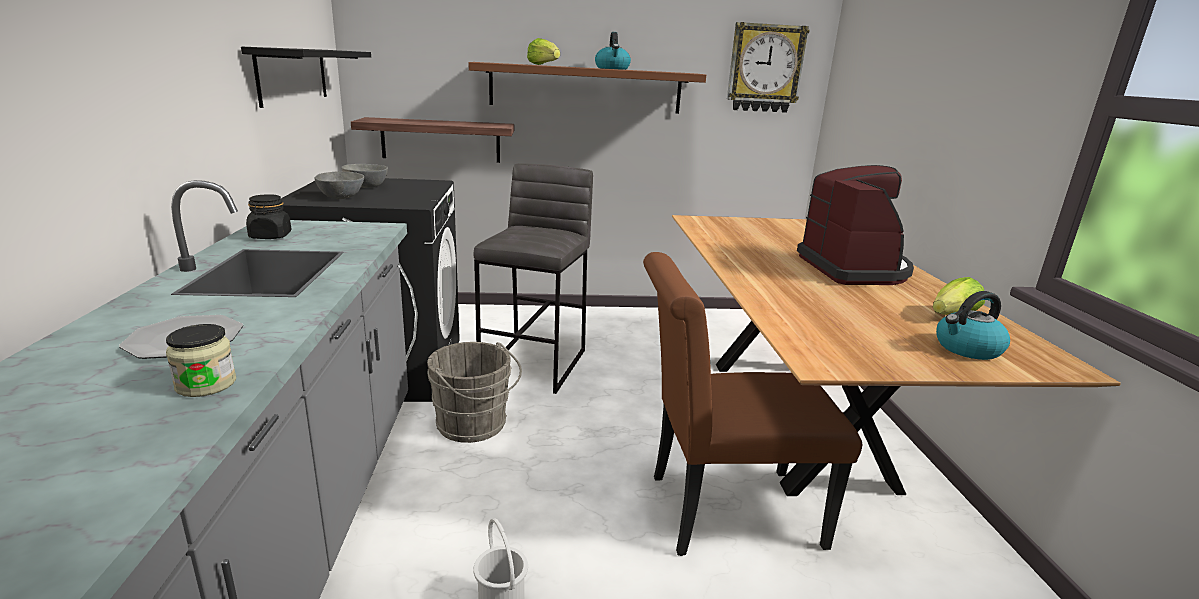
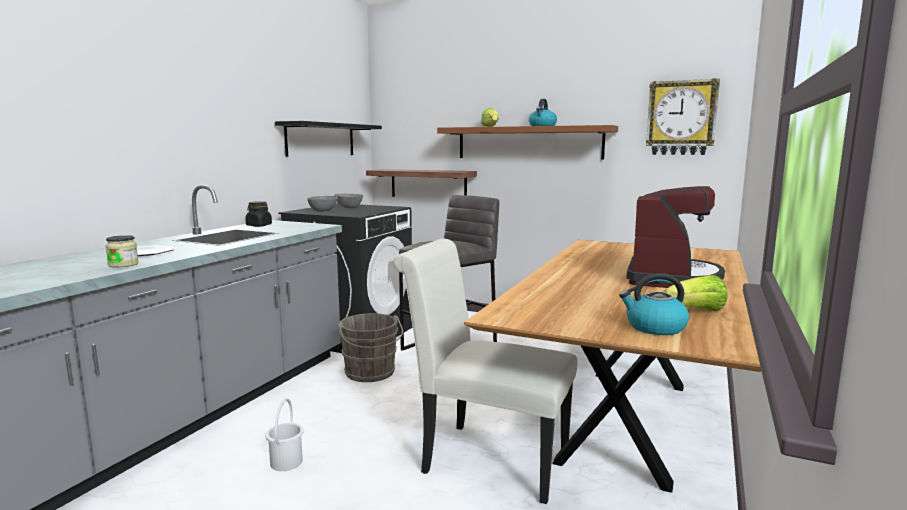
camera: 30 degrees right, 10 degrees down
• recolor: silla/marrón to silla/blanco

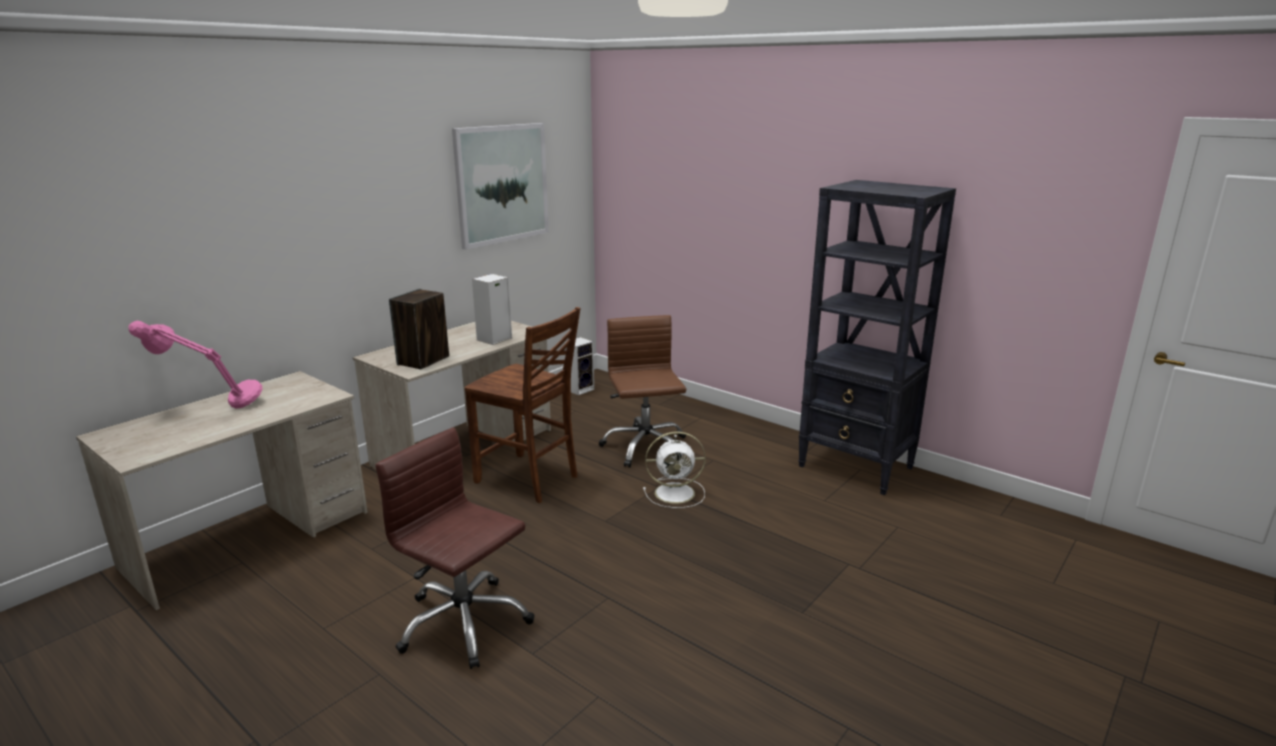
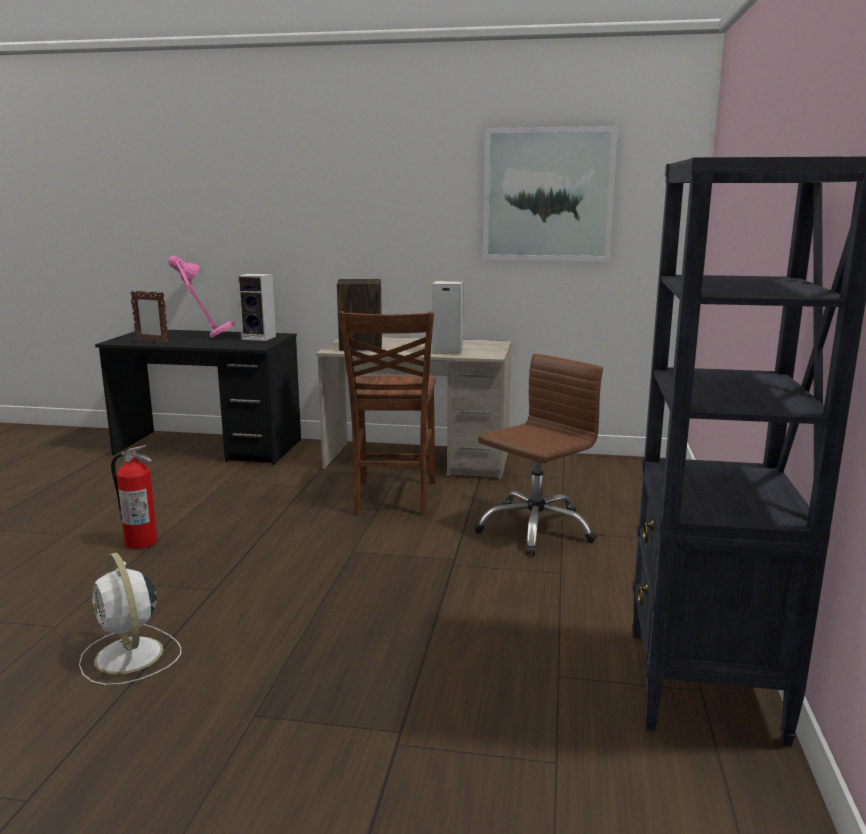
camera: 60 degrees right, 5 degrees down
• move: ventilador/blanco
• recolor: escritorio/beis (1st from left) to escritorio/negro
• replace: silla de oficina/marrón (1st from left) to extintor
• insert: portarretratos
• move: altavoz (3rd from left in the first image) to altavoz (1st from left)

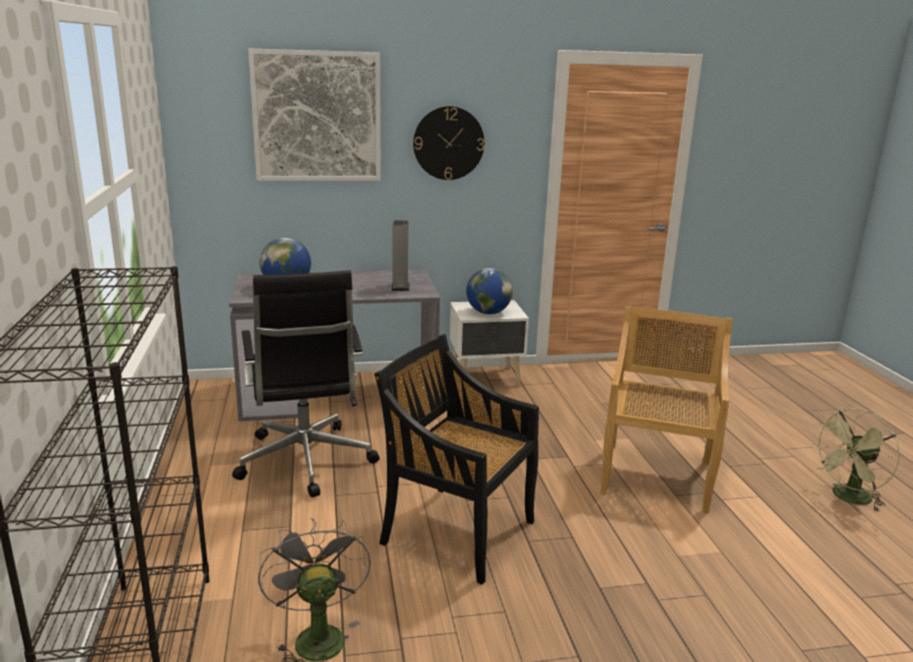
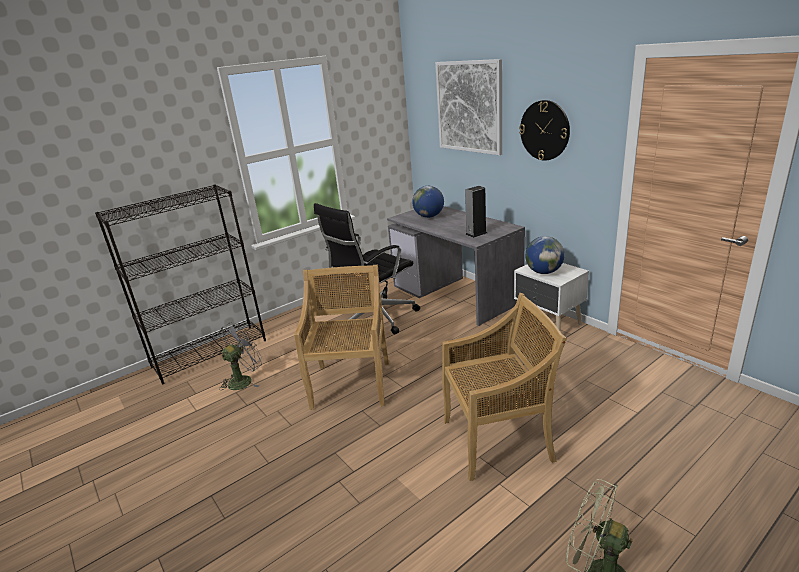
camera: 65 degrees right, 5 degrees up
• recolor: silla/negro to silla/beis (1st from left)

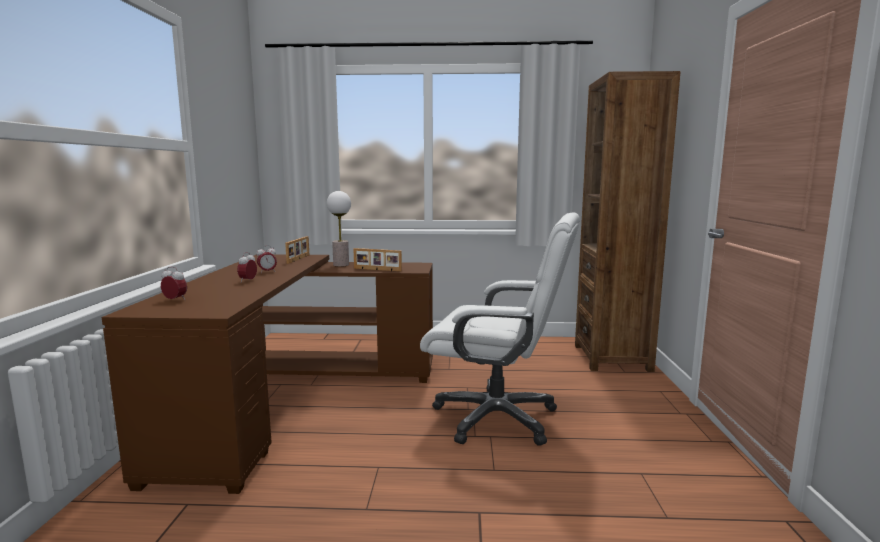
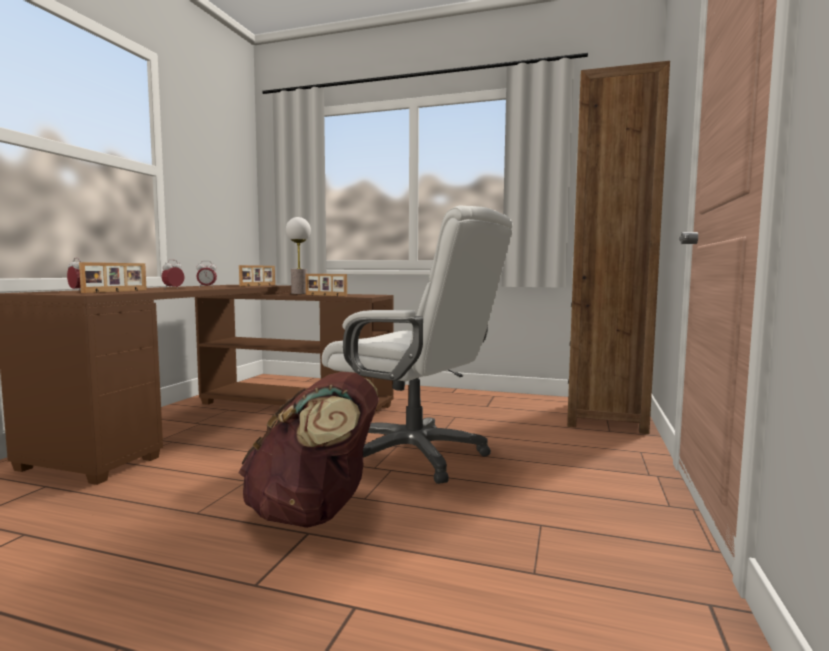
camera: 15 degrees right, 5 degrees down
• insert: portarretratos (1st from left)
• insert: mochila/marrón

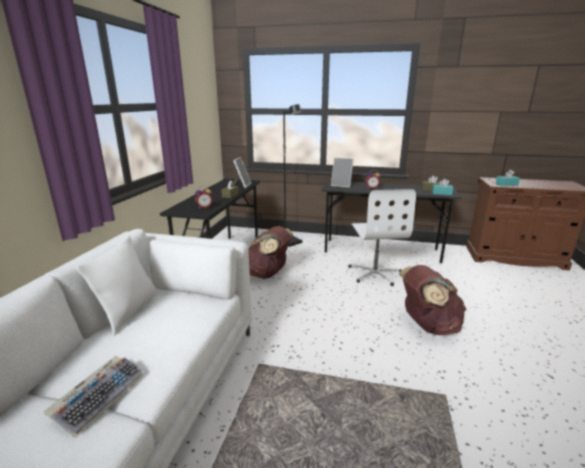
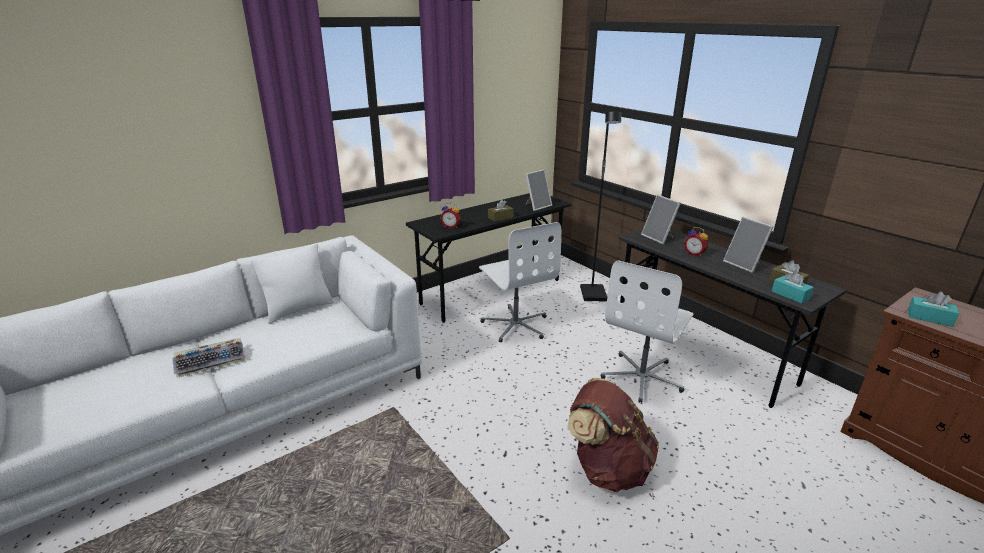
camera: 40 degrees right, 5 degrees up
• replace: mochila/marrón (1st from left) to silla de oficina/blanco (1st from left)
• insert: portarretratos (3rd from left)

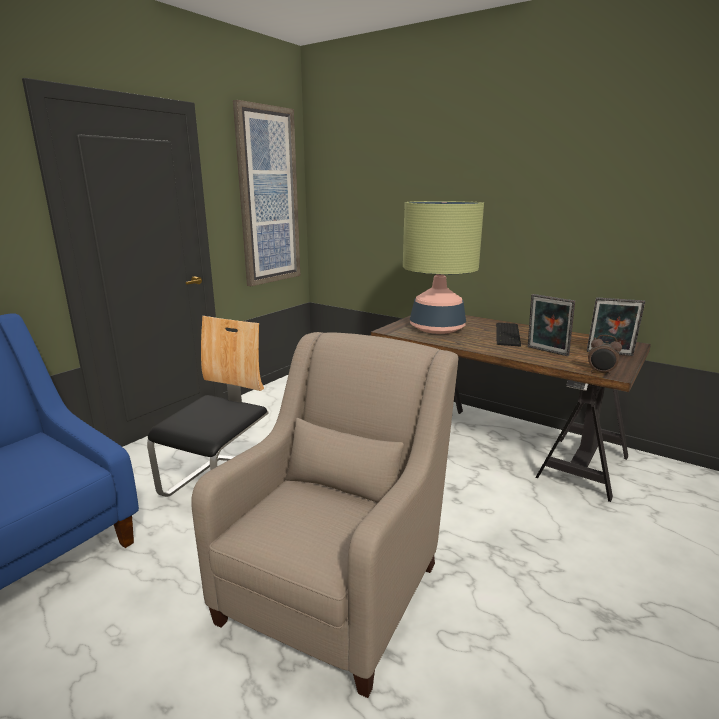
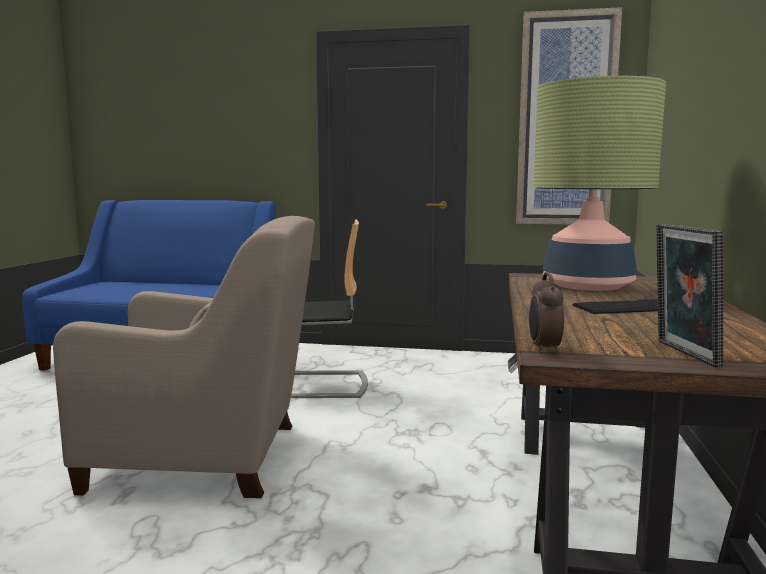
camera: 65 degrees right, 10 degrees down
• delete: portarretratos (1st from left)

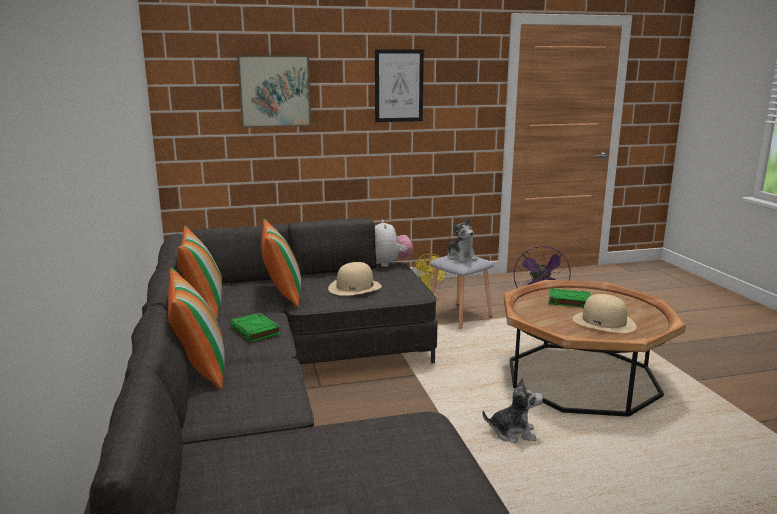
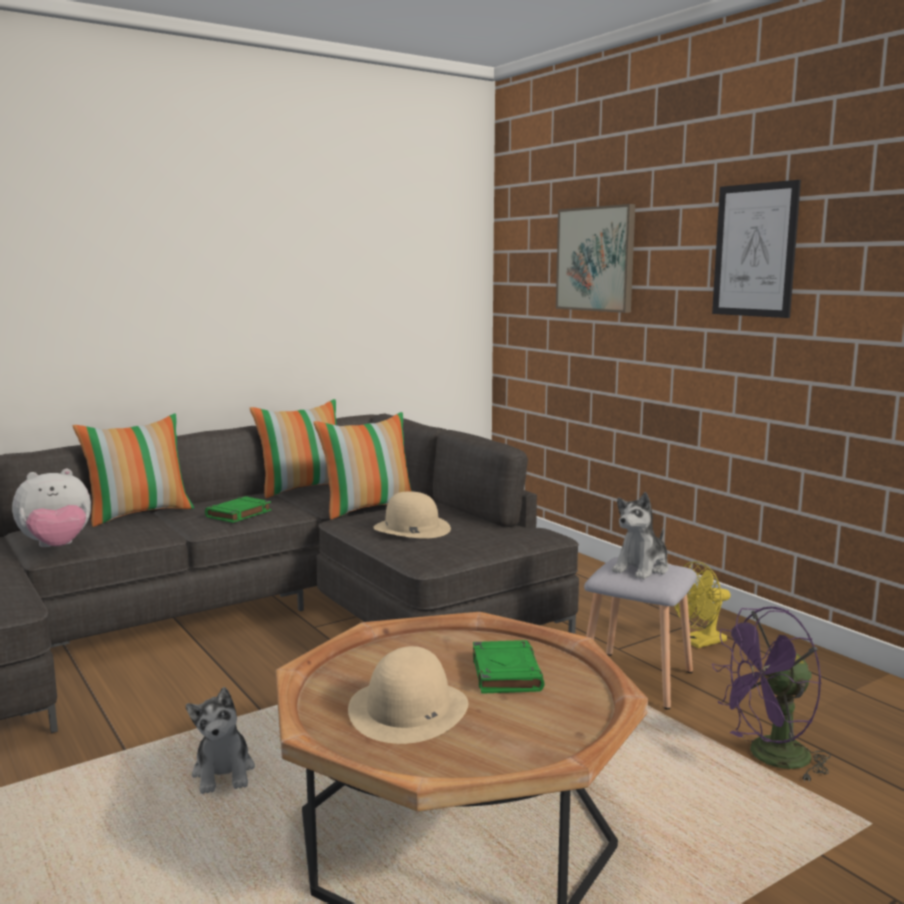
camera: 70 degrees right, 5 degrees down
• move: peluche (1st from left)

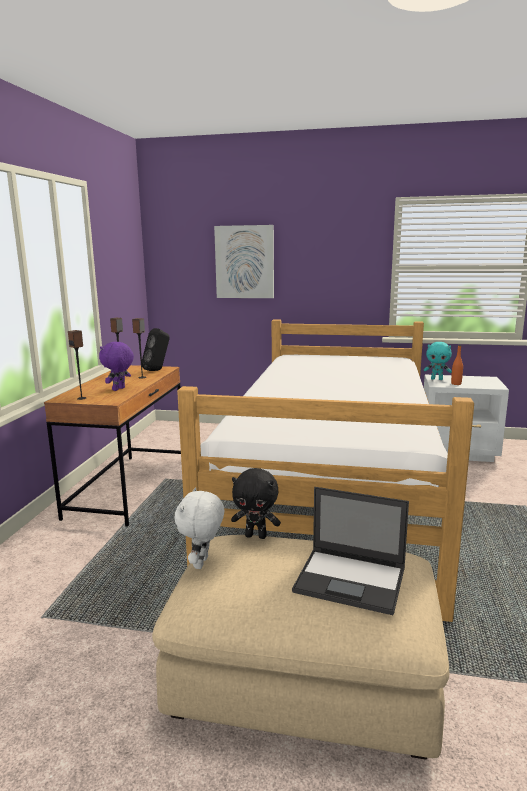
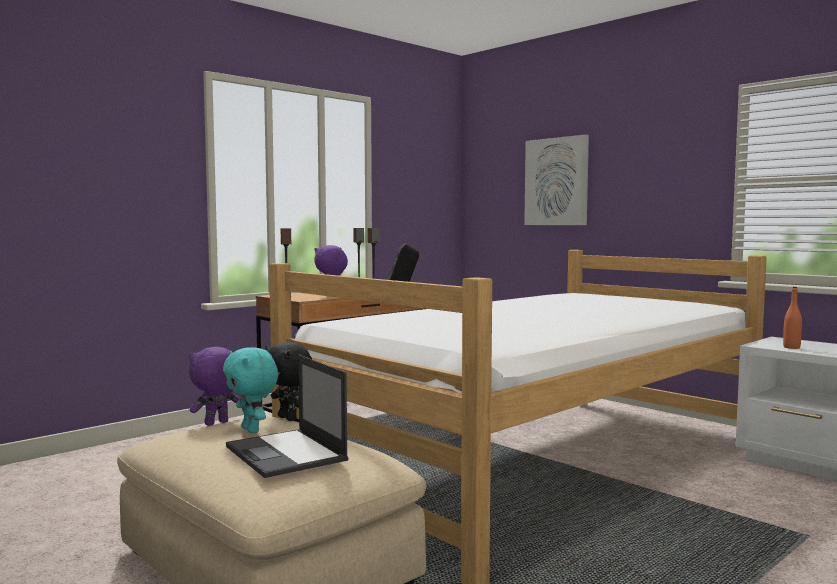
camera: 35 degrees right, 10 degrees down
• recolor: peluche/blanco to peluche/morado (1st from left)
• move: peluche/turquesa

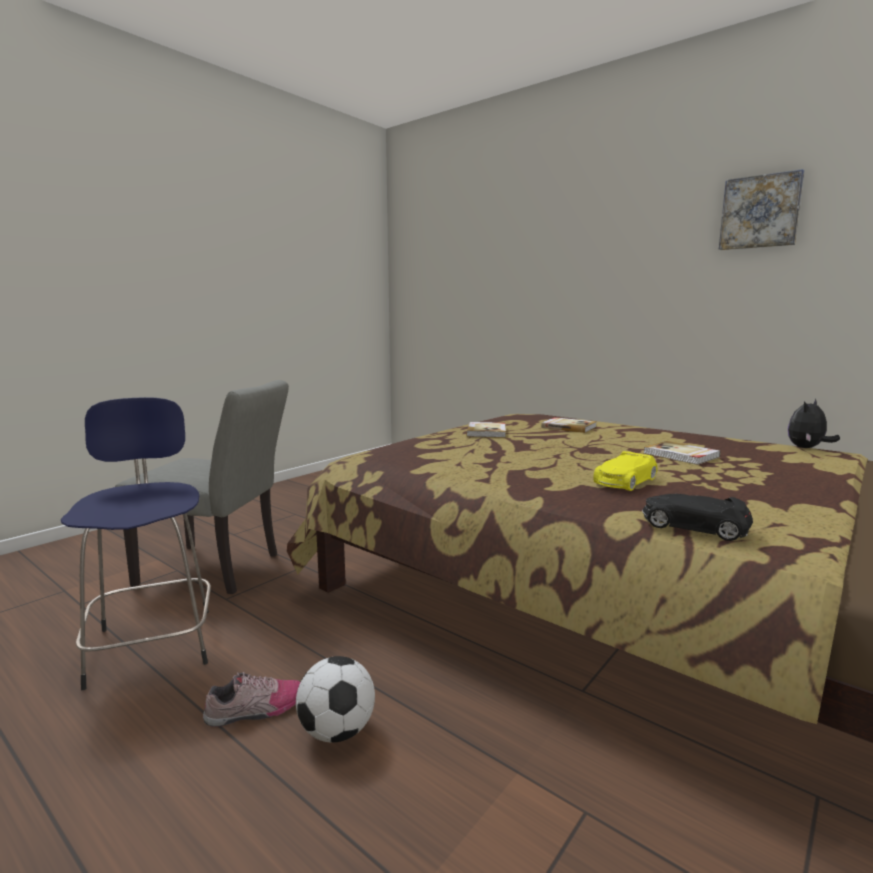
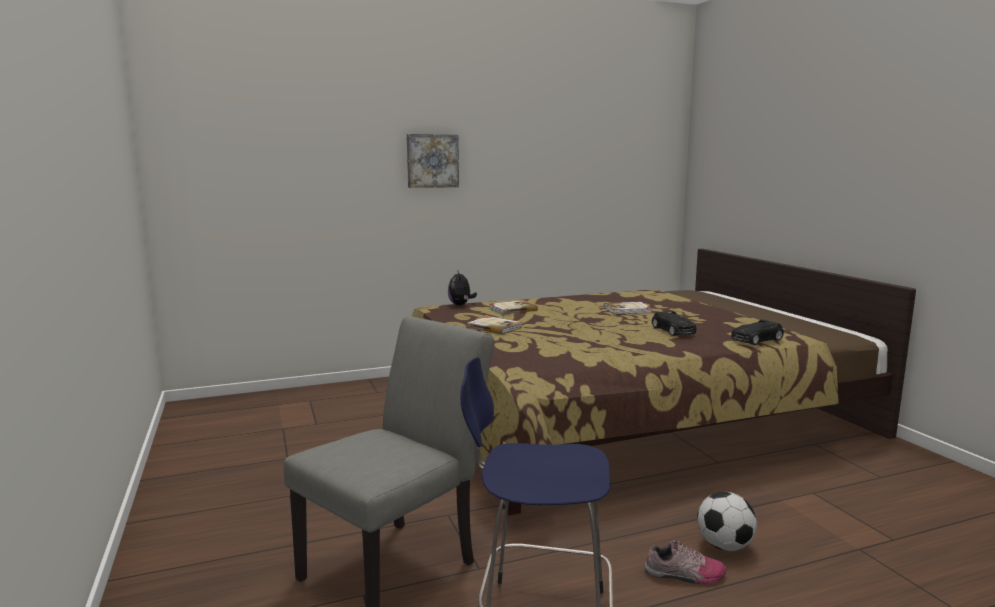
camera: 60 degrees left, 0 degrees up
• move: cuadro
• move: peluche
• rotate: zapato 90 degrees clockwise
• recolor: coche de juguete/amarillo to coche de juguete/negro (1st from left)

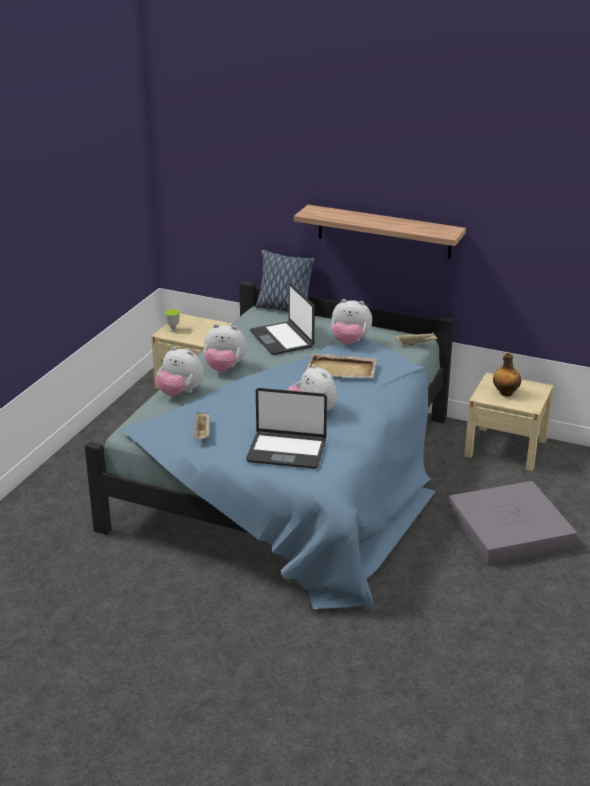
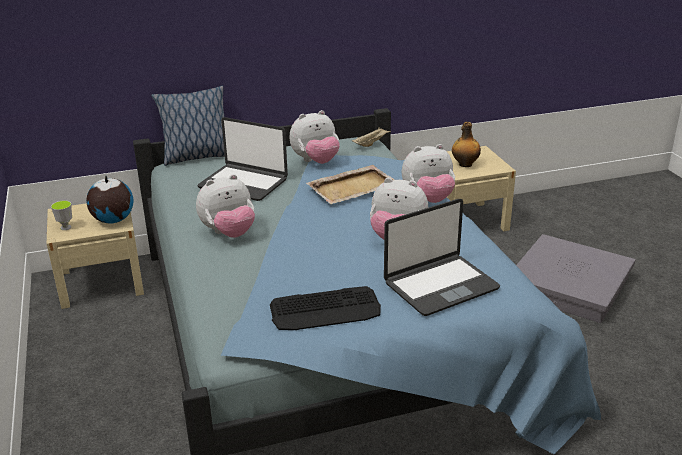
camera: 40 degrees left, 0 degrees up
• insert: globo terráqueo
• replace: bandeja/beis (1st from left) to teclado
• move: peluche (1st from left in the first image) to peluche (4th from left)
• delete: estante

